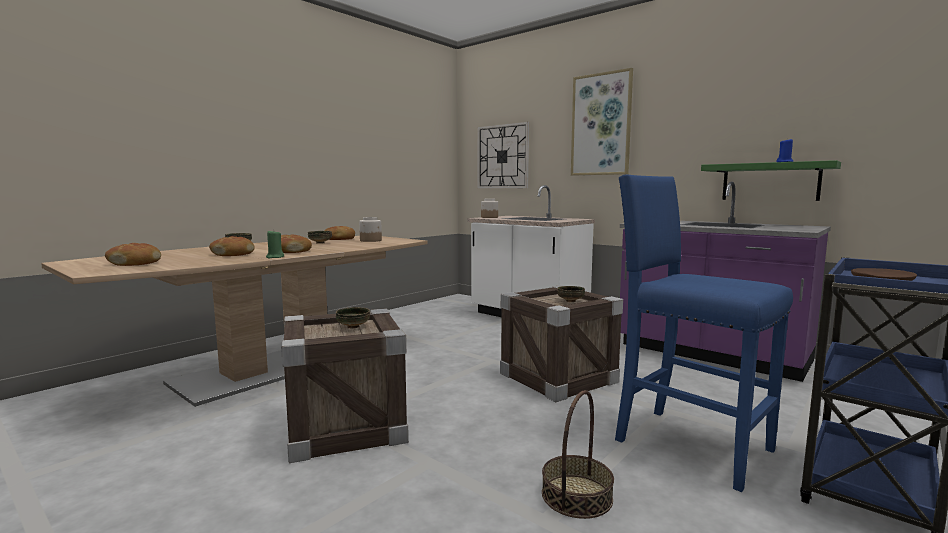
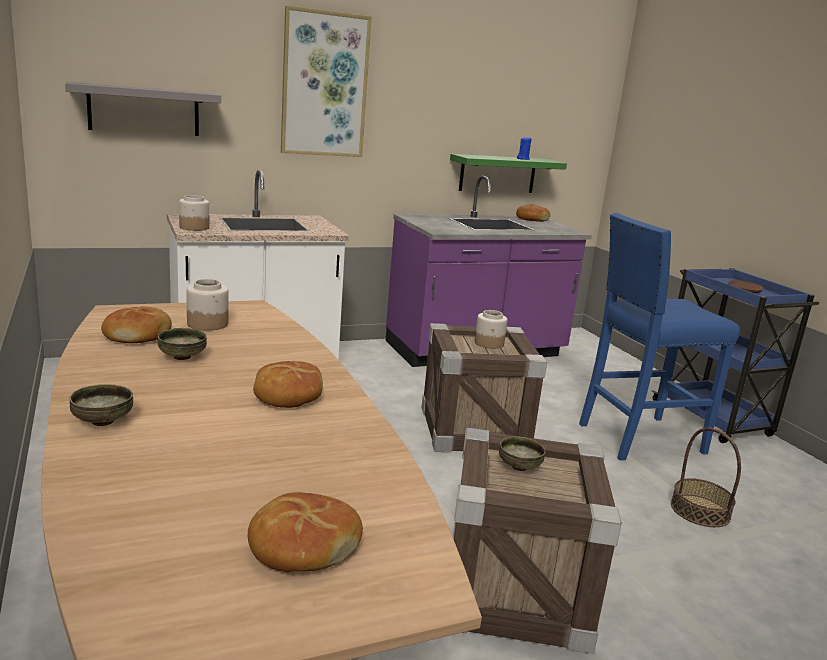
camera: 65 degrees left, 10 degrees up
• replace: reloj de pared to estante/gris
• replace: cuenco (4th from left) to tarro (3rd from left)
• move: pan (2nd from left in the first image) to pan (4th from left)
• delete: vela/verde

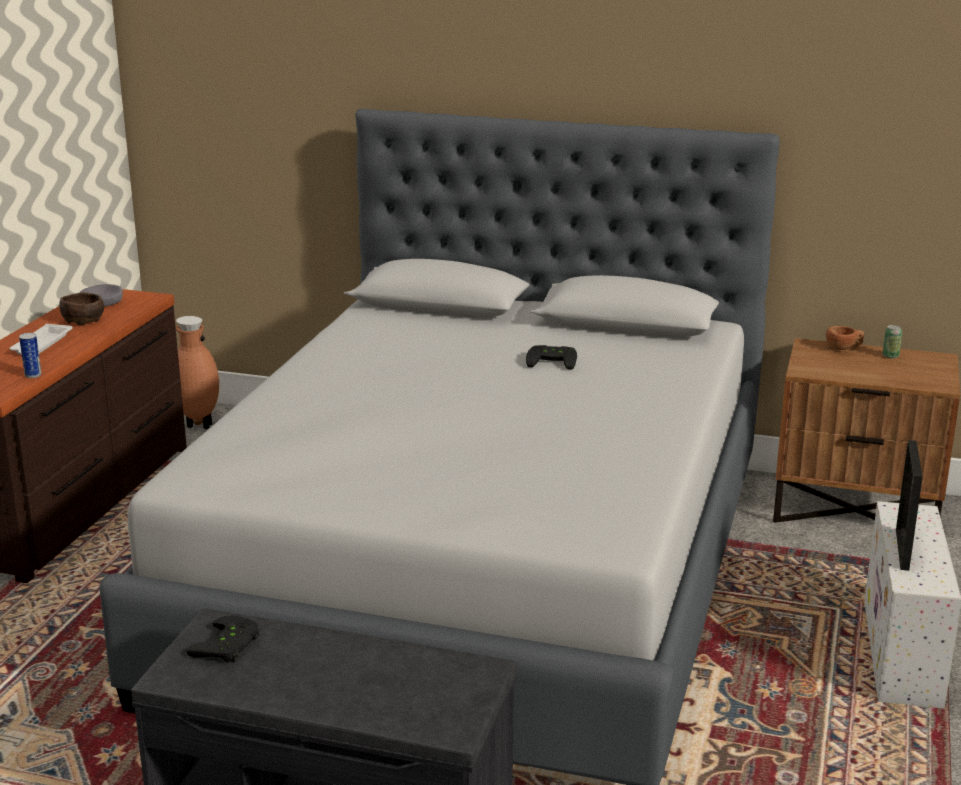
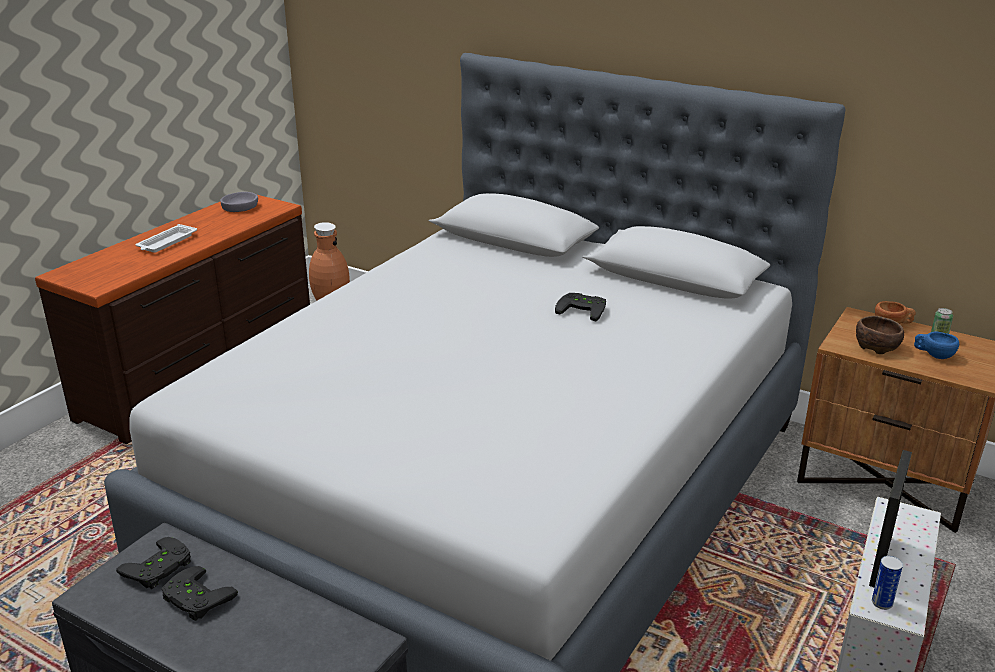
camera: 15 degrees right, 5 degrees up
• insert: mando de consola/negro (2nd from left)
• move: cuenco/marrón
• move: lata (1st from left)
• insert: taza/azul

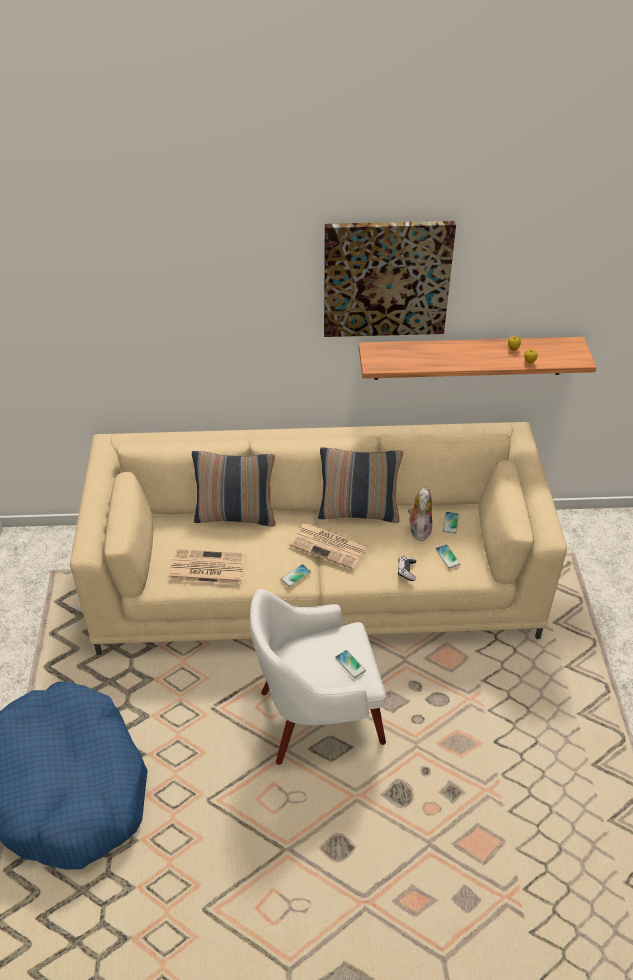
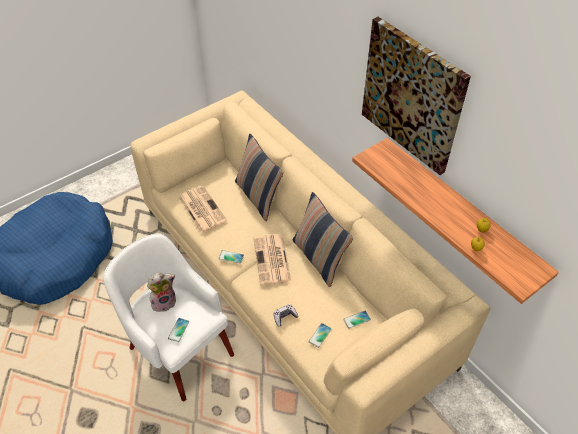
camera: 55 degrees right, 5 degrees up
• move: peluche

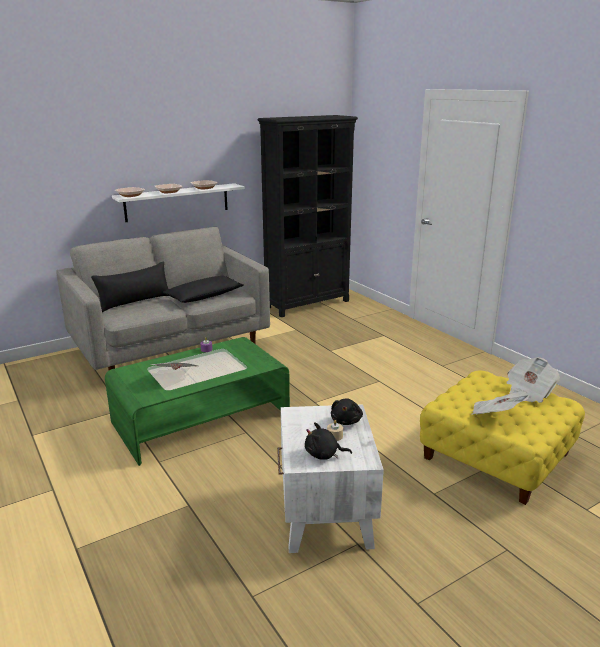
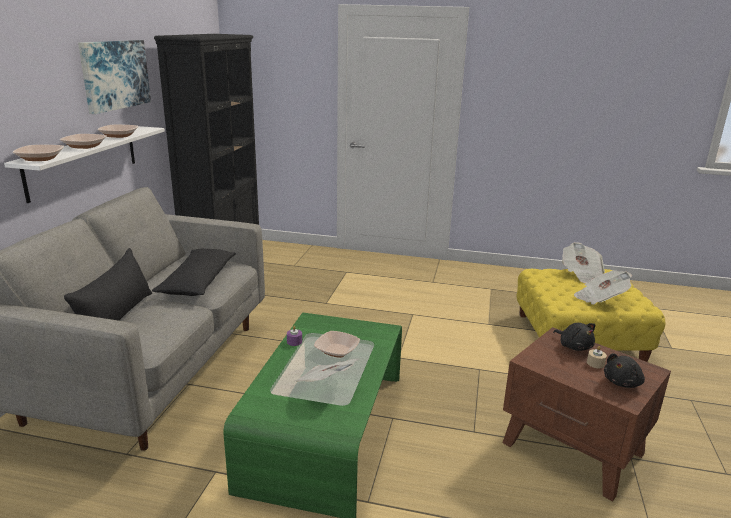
camera: 45 degrees left, 0 degrees up
• insert: cuadro
• insert: cuenco (4th from left)
• recolor: mesa auxiliar/blanco to mesa auxiliar/marrón

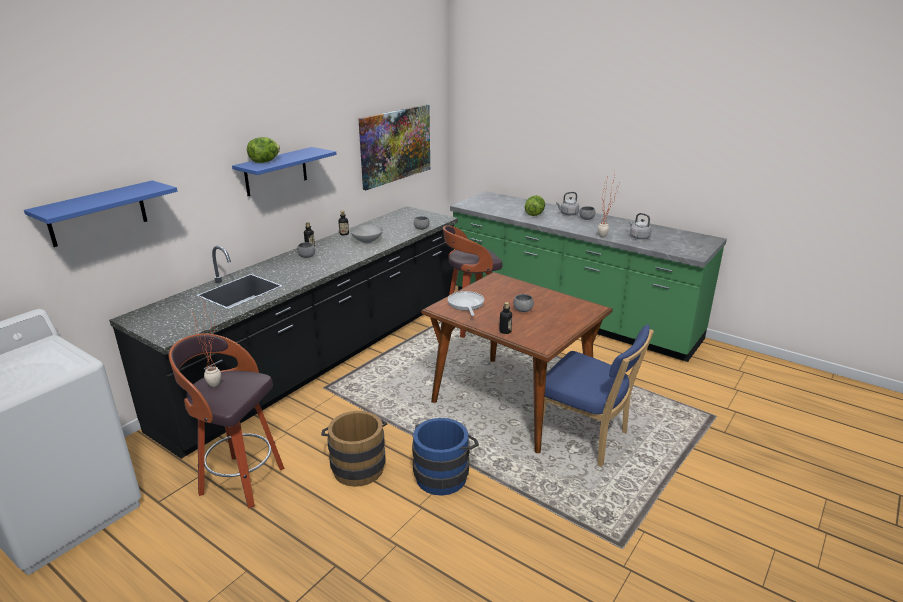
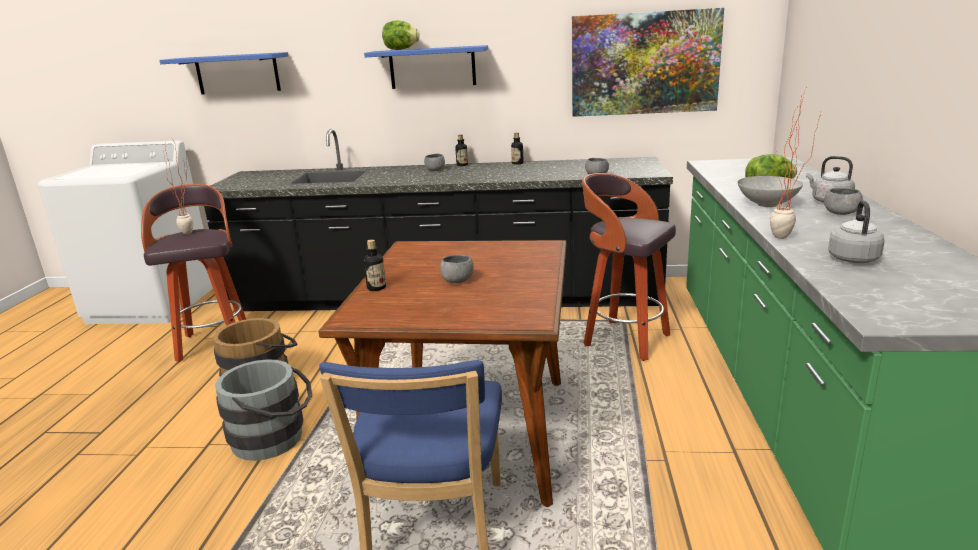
camera: 60 degrees right, 5 degrees down
• recolor: cubo/azul to cubo/gris
• move: cuenco/gris (2nd from left in the first image) to cuenco/gris (4th from left)
• delete: sartén

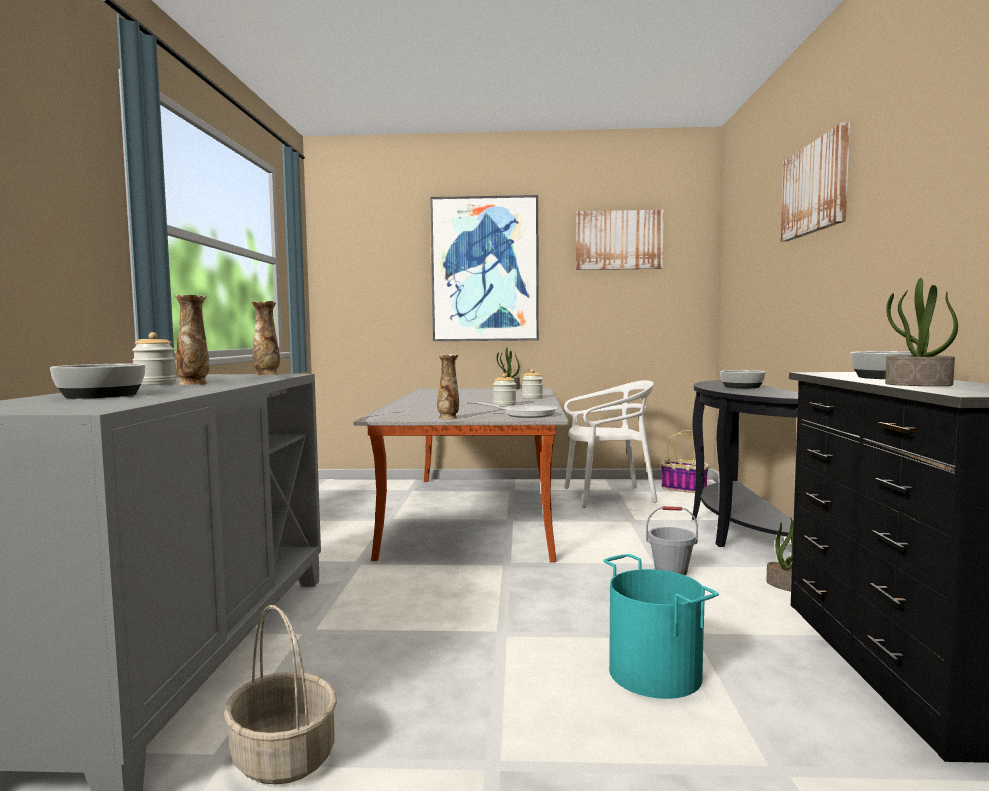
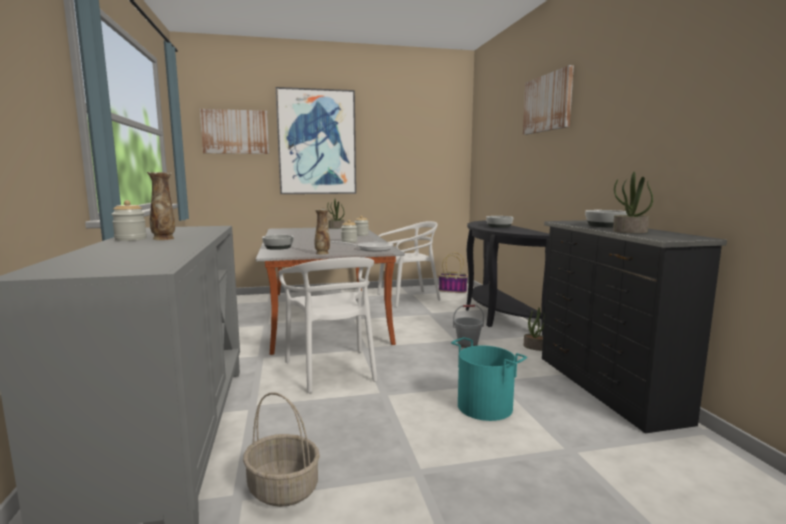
camera: 15 degrees left, 5 degrees up
• move: cuadro (2nd from left in the first image) to cuadro (1st from left)
• move: cuenco (1st from left)
• insert: silla/blanco (1st from left)
• delete: florero (2nd from left)

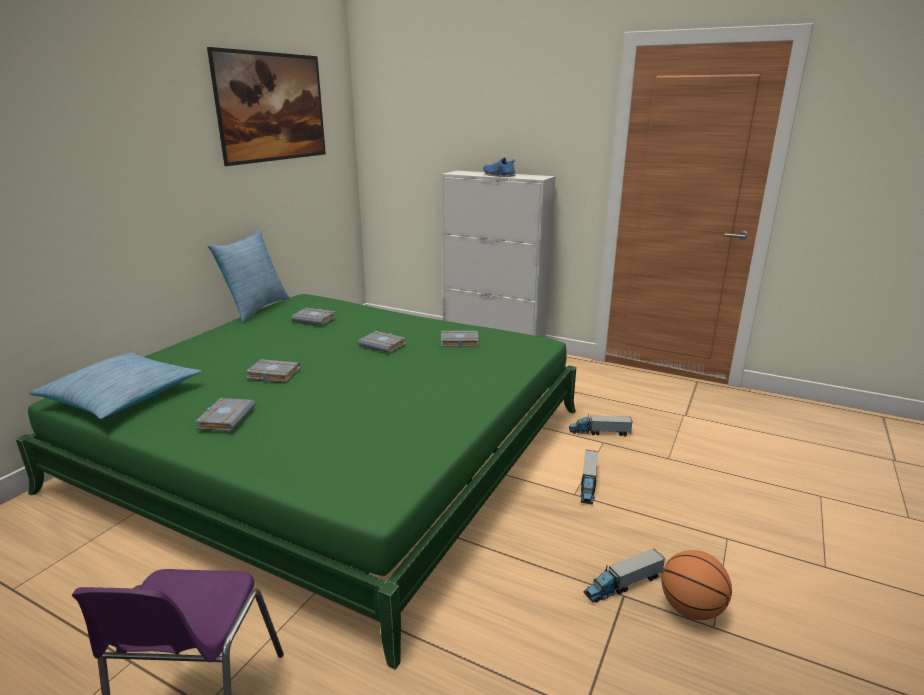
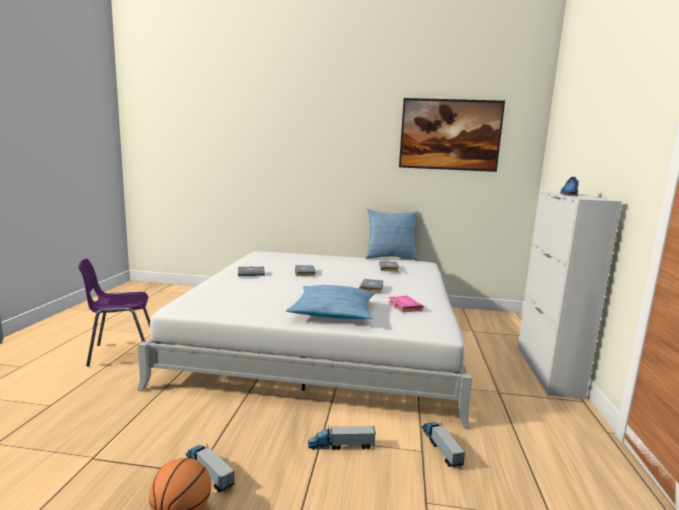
camera: 70 degrees right, 10 degrees down
• recolor: cama/verde to cama/blanco
• move: cojín (1st from left)
• recolor: libro/gris (5th from left) to libro/rosa

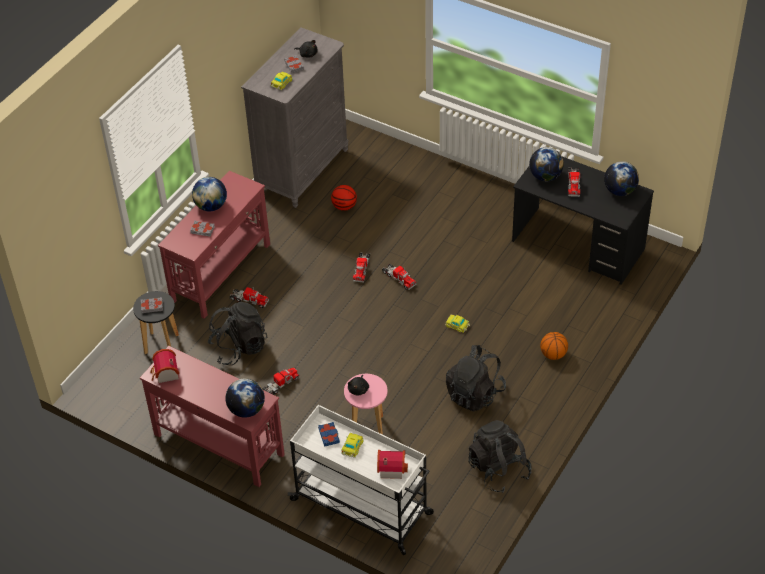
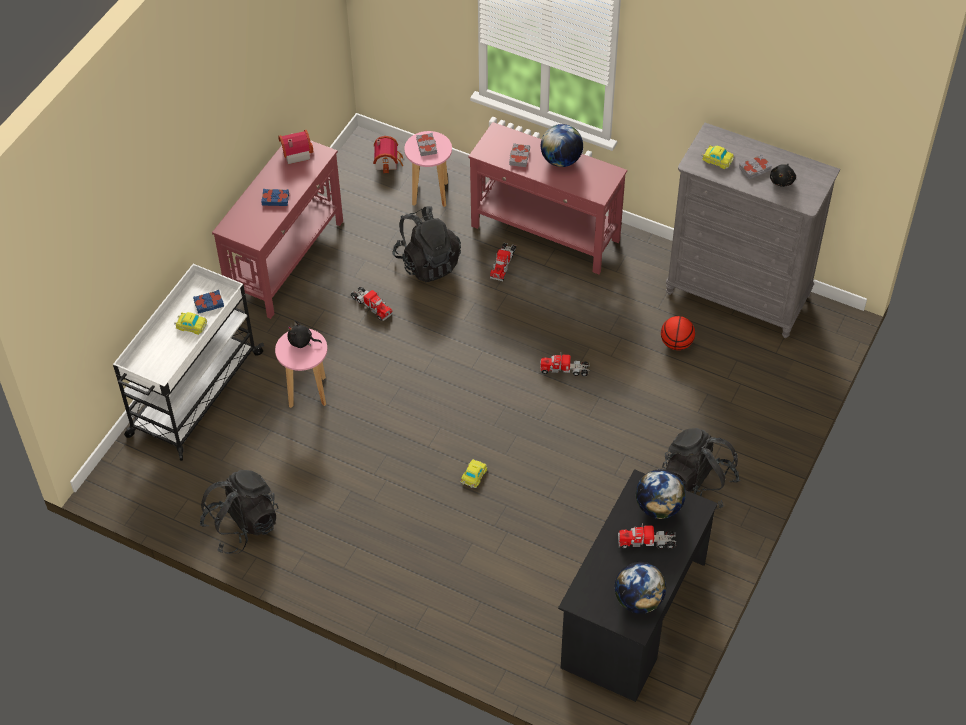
camera: 85 degrees right, 5 degrees up
• insert: libro/azul (2nd from left)
• move: casita (2nd from left)
• recolor: taburete/negro to taburete/rosa (2nd from left)
• move: mochila/negro (2nd from left in the first image) to mochila/negro (3rd from left)
• delete: globo terráqueo (2nd from left)
• delete: camión de juguete (4th from left)
• delete: balón de baloncesto (2nd from left)

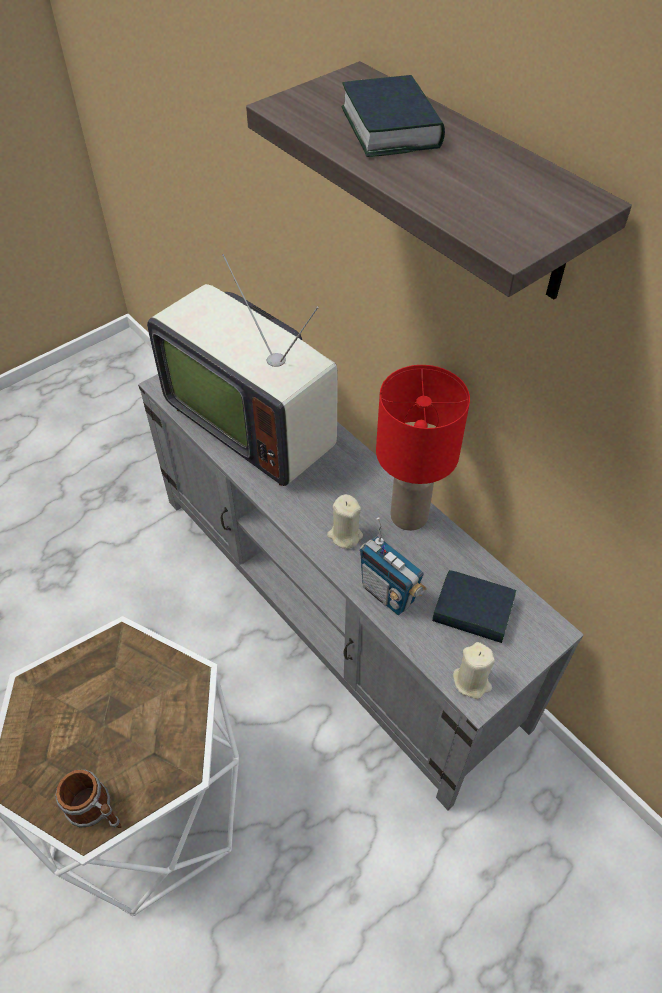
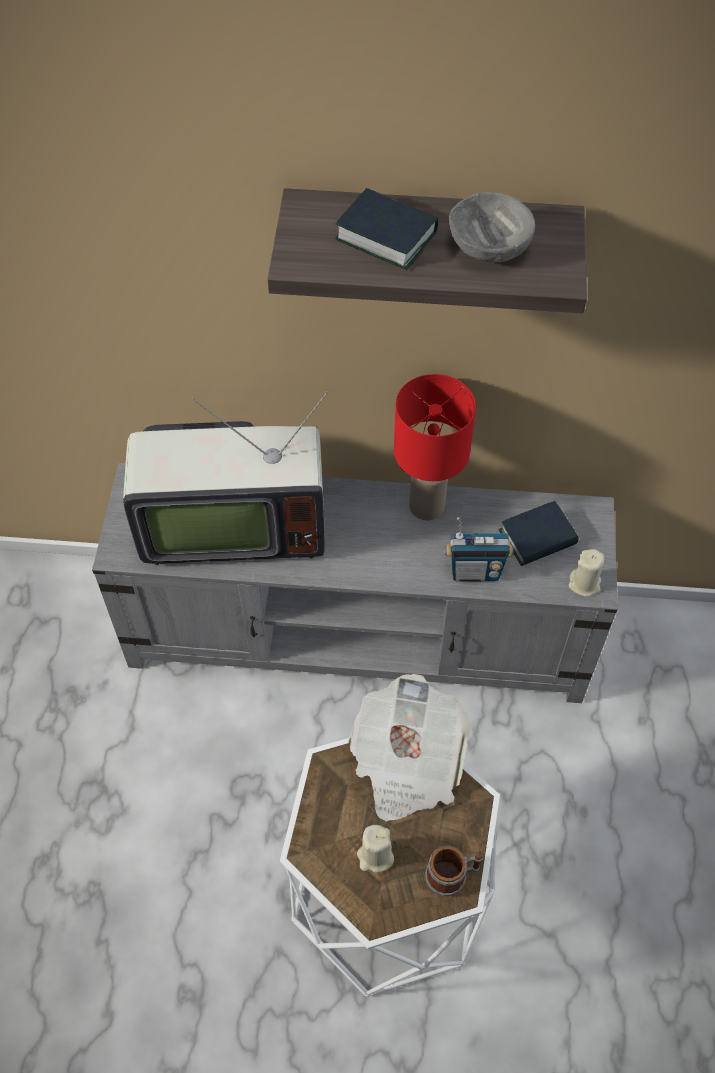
camera: 45 degrees left, 5 degrees up
• insert: periódico
• move: vela/beis (1st from left)
• insert: cuenco/gris

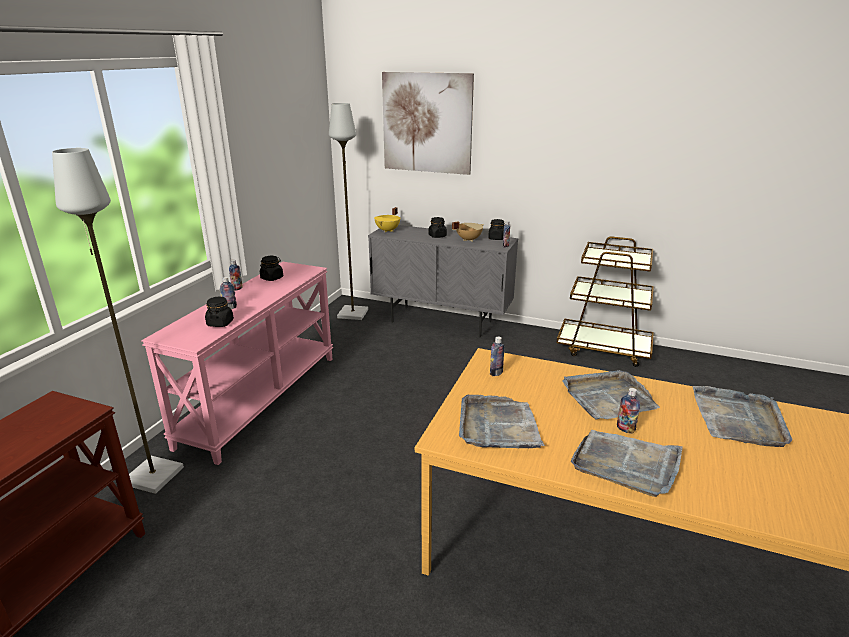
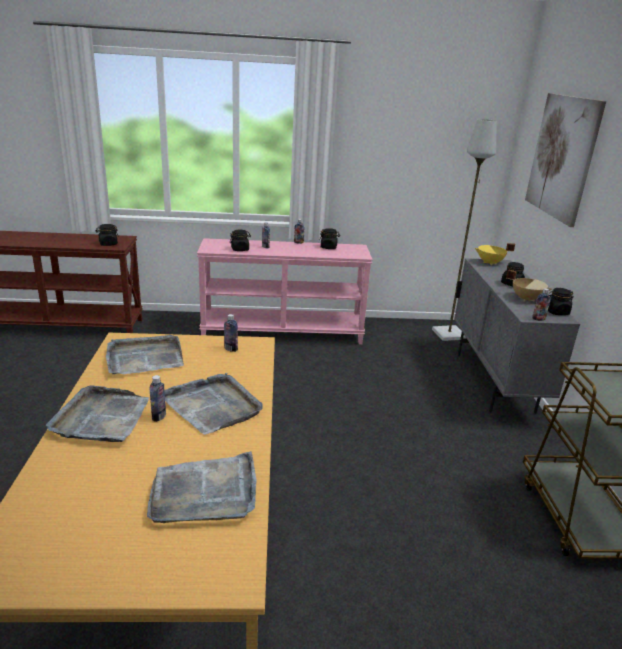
camera: 65 degrees right, 0 degrees up
• insert: tarro/negro (1st from left)
• delete: lámpara de pie/gris (1st from left)

